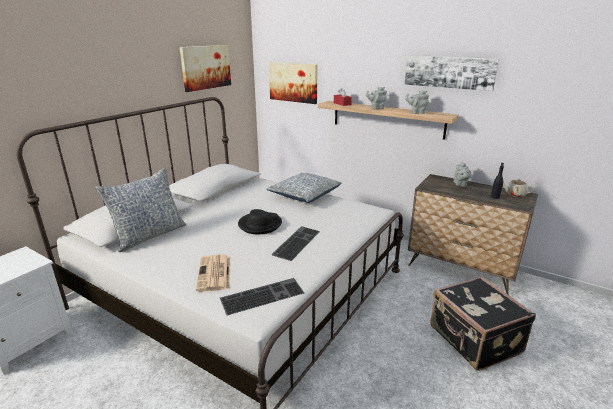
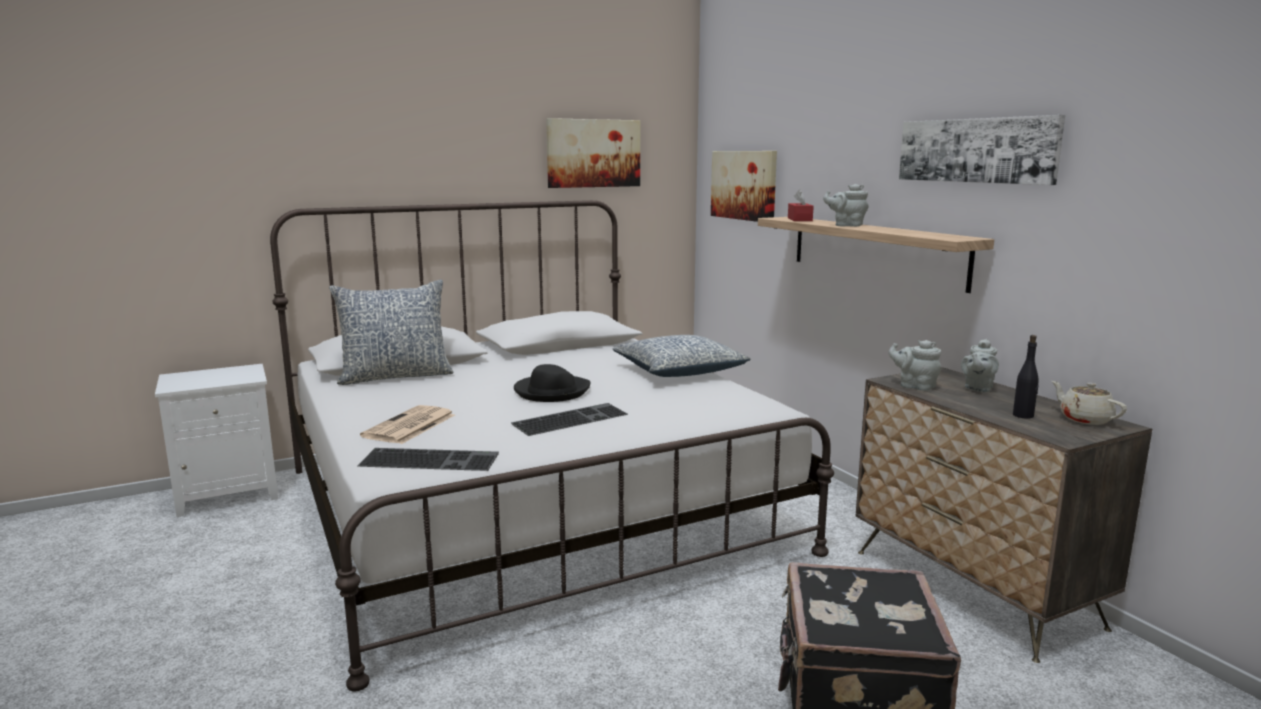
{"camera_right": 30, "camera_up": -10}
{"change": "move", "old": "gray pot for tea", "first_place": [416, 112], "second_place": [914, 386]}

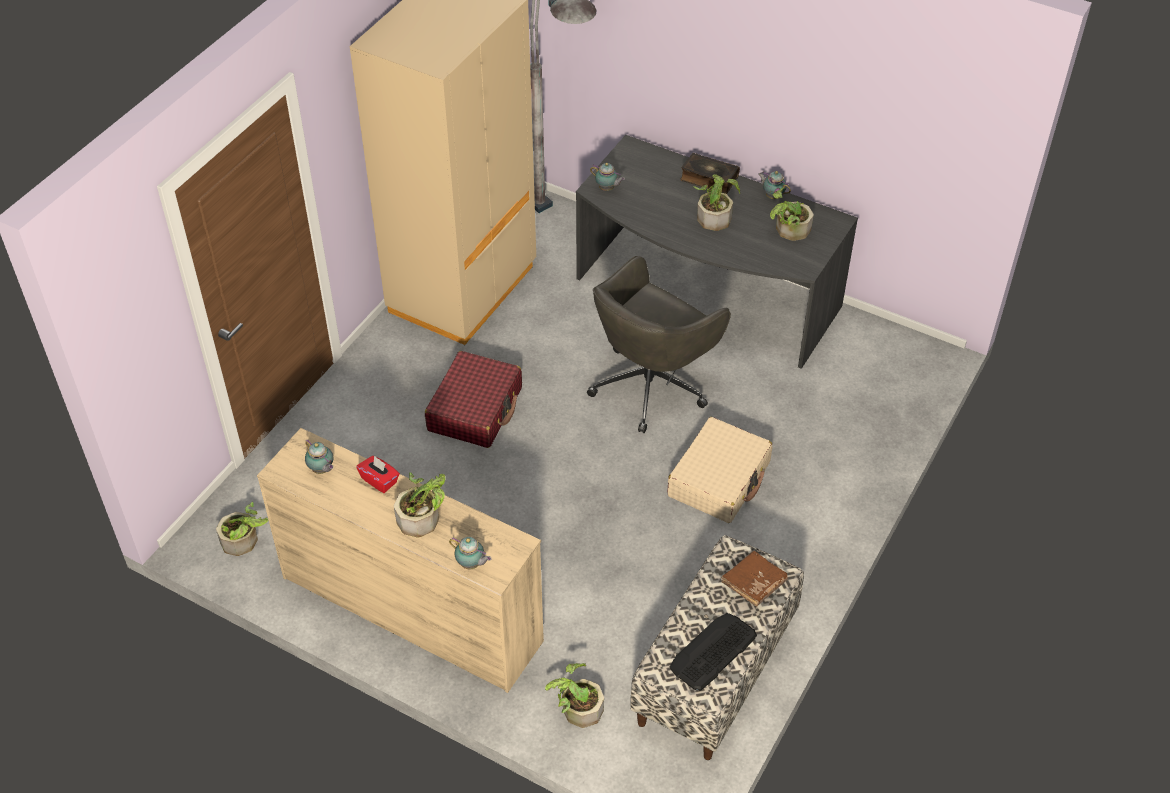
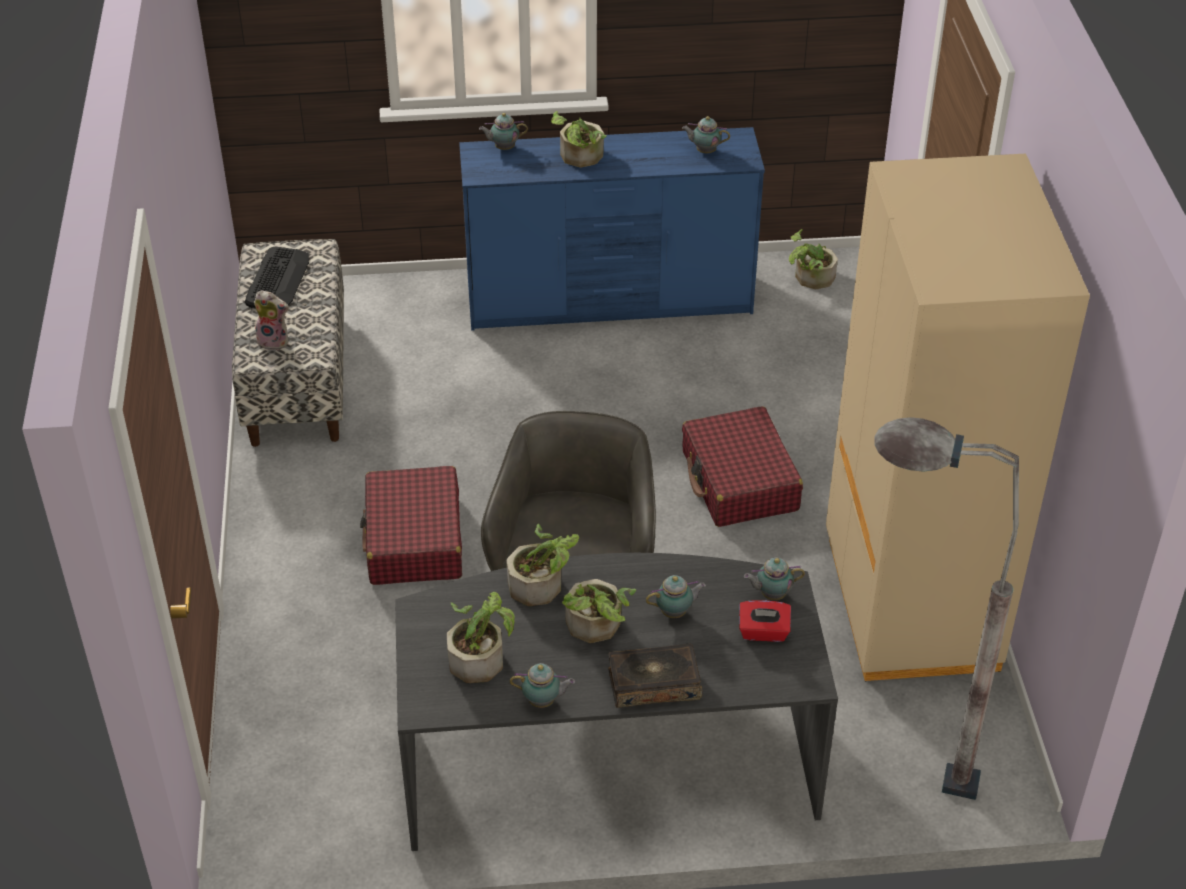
{"camera_right": 145, "camera_up": -5}
{"change": "insert", "new": "pot for tea", "second_place": [675, 612]}
{"change": "move", "old": "red-coloured box of tissues", "first_place": [379, 480], "second_place": [763, 632]}
{"change": "move", "old": "plant in a pot", "first_place": [577, 708], "second_place": [542, 584]}
{"change": "replace", "old": "brown bound book", "new": "soft toy", "first_place": [753, 584], "second_place": [275, 341]}
{"change": "recolor", "old": "sand-coloured chest of drawers", "new": "blue chest of drawers", "first_place": [411, 608], "second_place": [610, 301]}
{"change": "recolor", "old": "sand-coloured suitcase", "new": "red-coloured suitcase", "first_place": [719, 479], "second_place": [414, 540]}

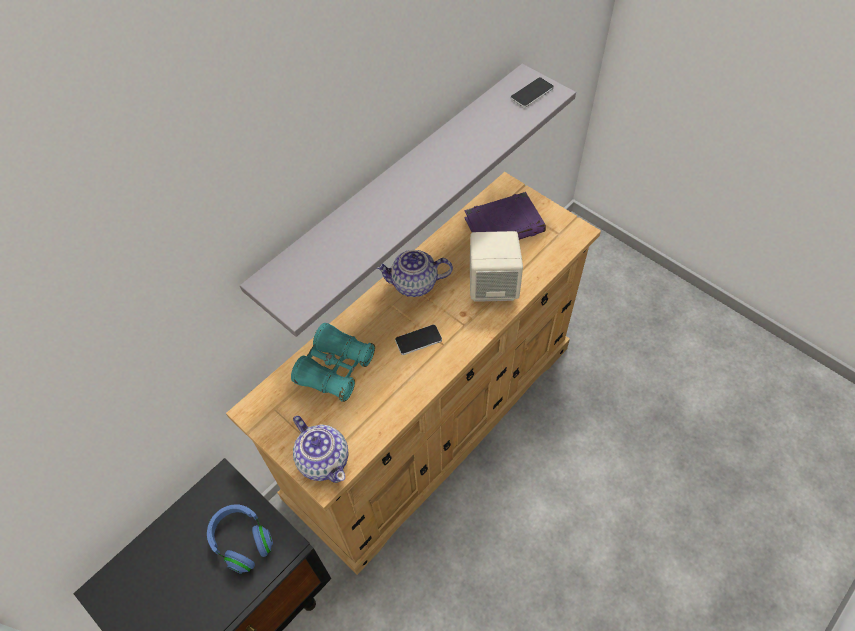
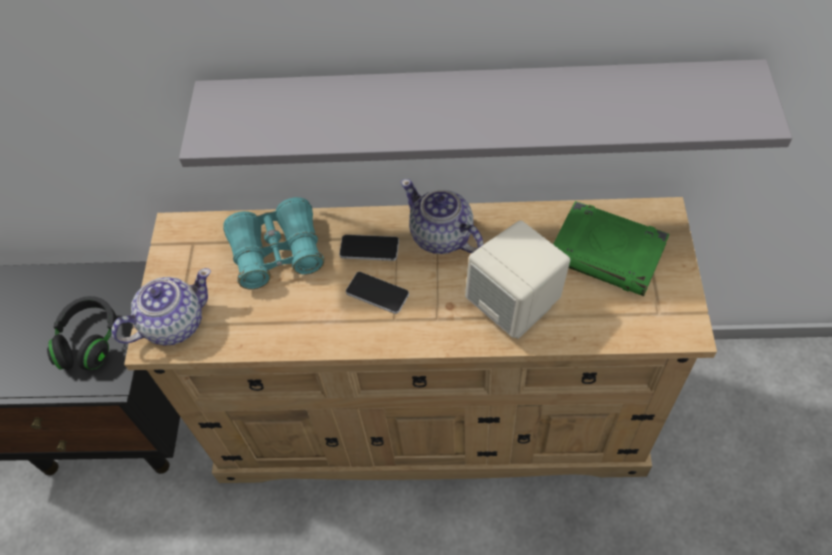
{"camera_right": 50, "camera_up": 0}
{"change": "move", "old": "phone", "first_place": [532, 93], "second_place": [369, 248]}
{"change": "recolor", "old": "blue headphones", "new": "black-coloured headphones", "first_place": [242, 541], "second_place": [90, 341]}
{"change": "recolor", "old": "purplish bound book", "new": "green-coloured bound book", "first_place": [504, 225], "second_place": [608, 253]}
{"change": "rotate", "old": "pot for tea", "first_place": [324, 459], "second_place": [173, 323], "degrees": -135}

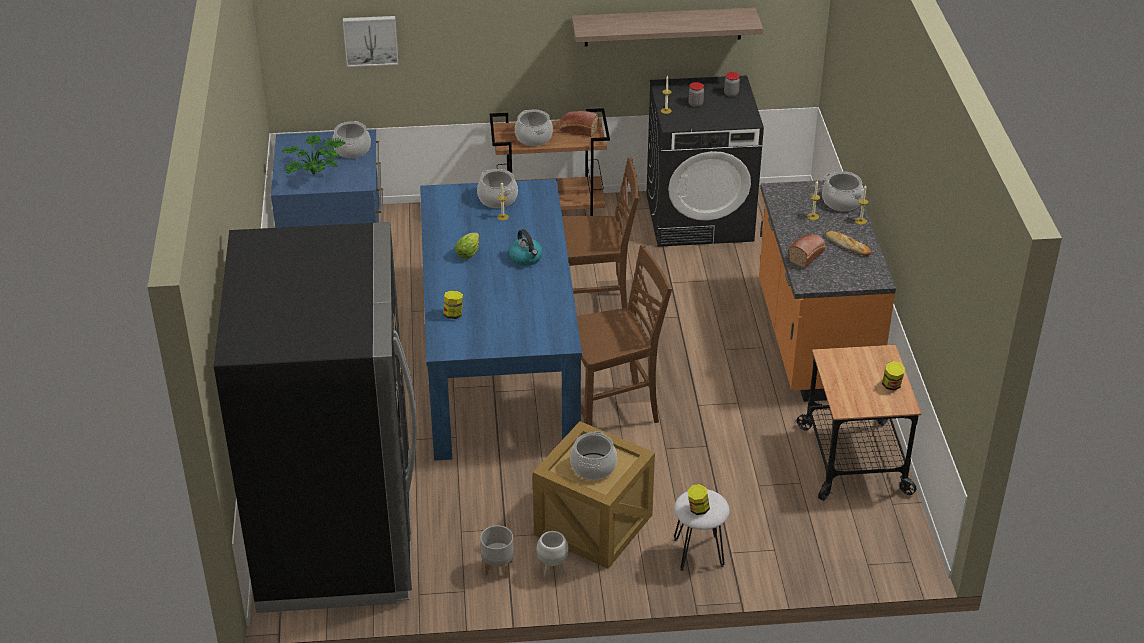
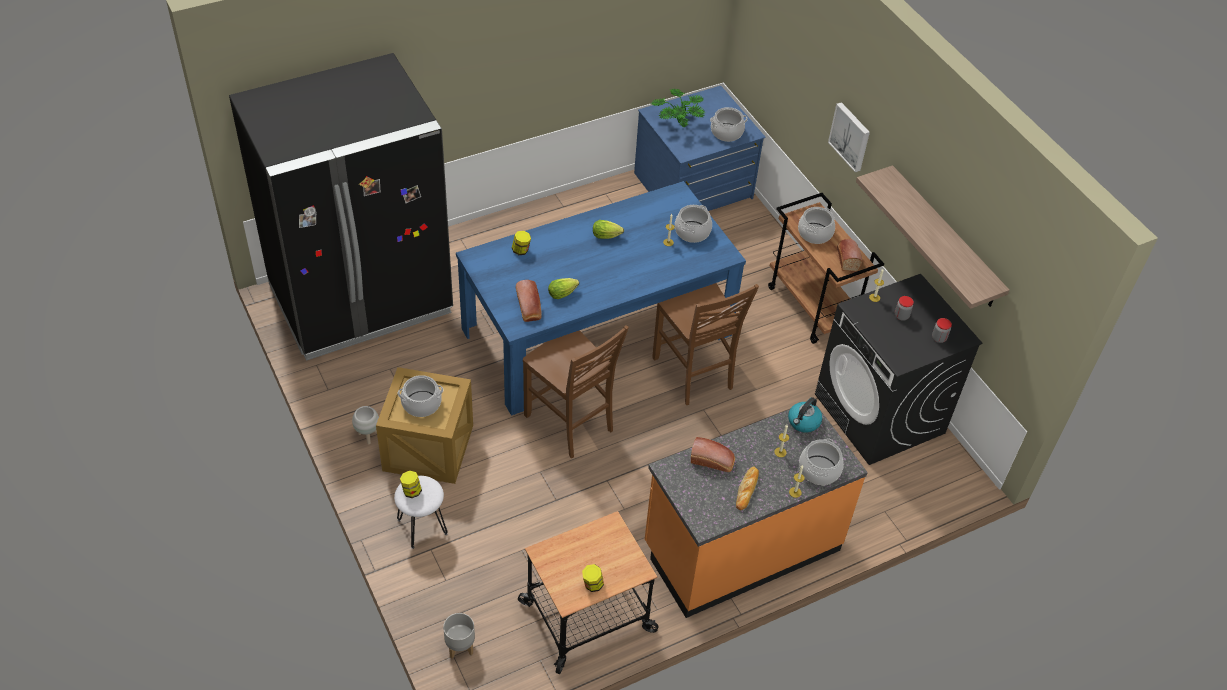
{"camera_right": 65, "camera_up": 10}
{"change": "insert", "new": "baked bread", "second_place": [529, 308]}
{"change": "insert", "new": "lettuce head", "second_place": [563, 293]}
{"change": "move", "old": "picture", "first_place": [370, 39], "second_place": [851, 136]}
{"change": "move", "old": "gray flower pot", "first_place": [498, 568], "second_place": [460, 647]}
{"change": "move", "old": "water kettle", "first_place": [526, 258], "second_place": [803, 422]}

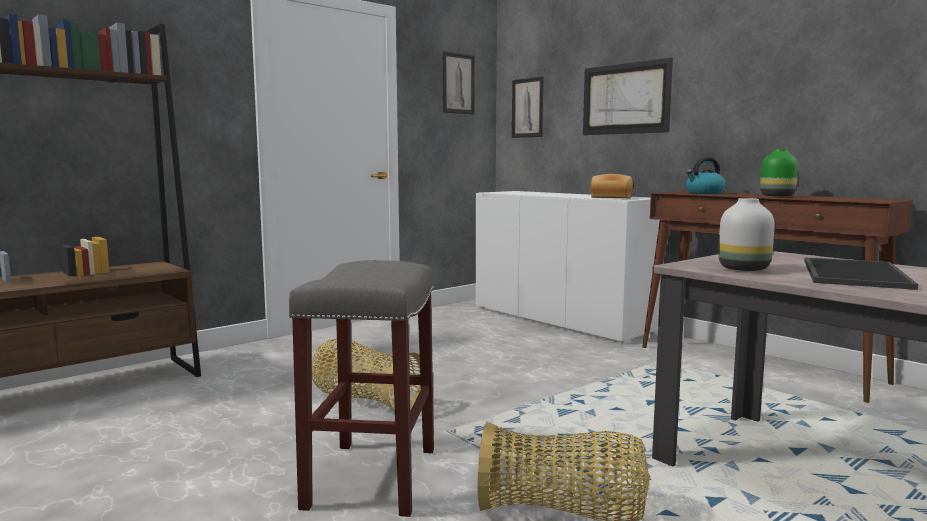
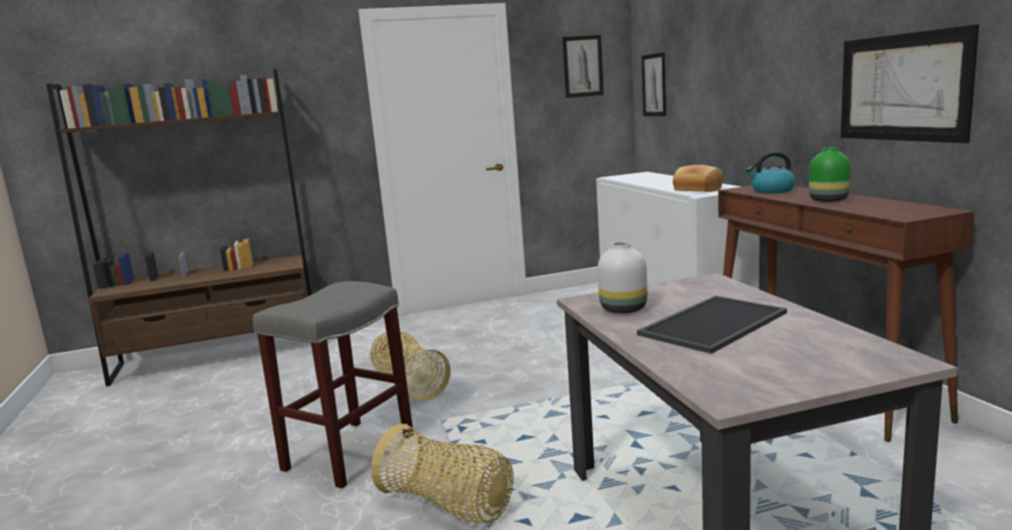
{"camera_right": 25, "camera_up": 5}
{"change": "move", "old": "picture", "first_place": [625, 99], "second_place": [902, 87]}

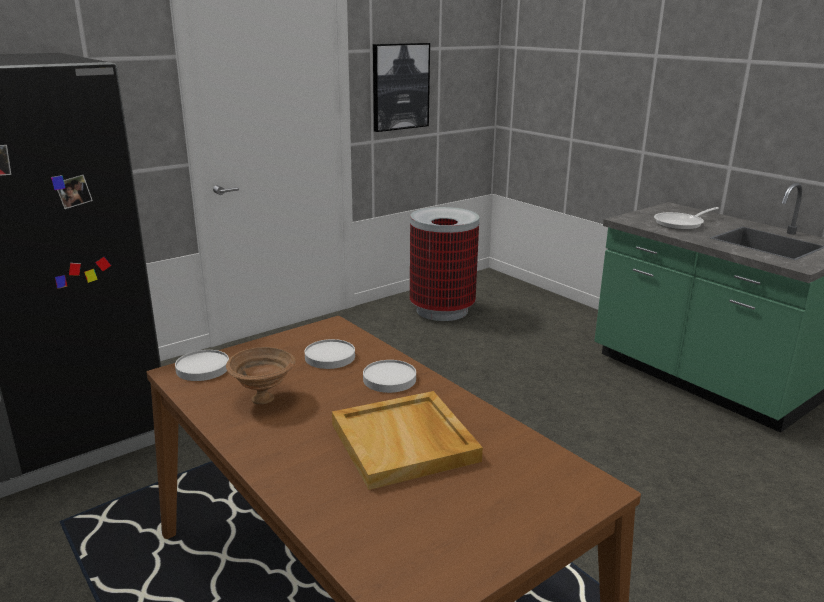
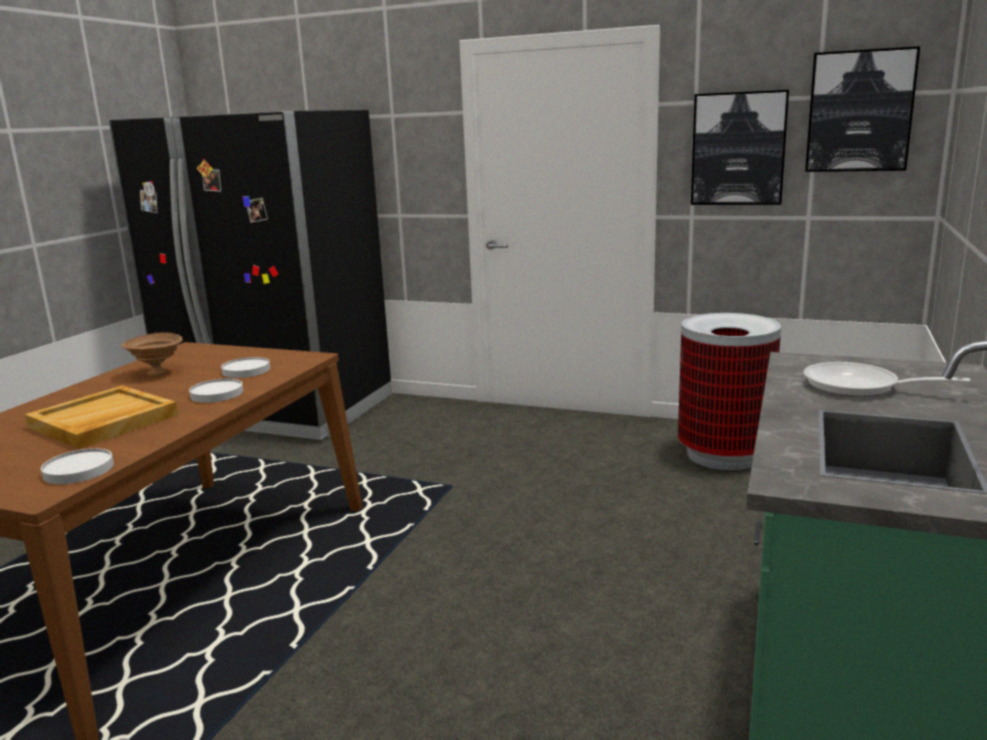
{"camera_right": 60, "camera_up": -5}
{"change": "insert", "new": "picture", "second_place": [859, 111]}
{"change": "move", "old": "white dinner plate", "first_place": [202, 368], "second_place": [79, 470]}

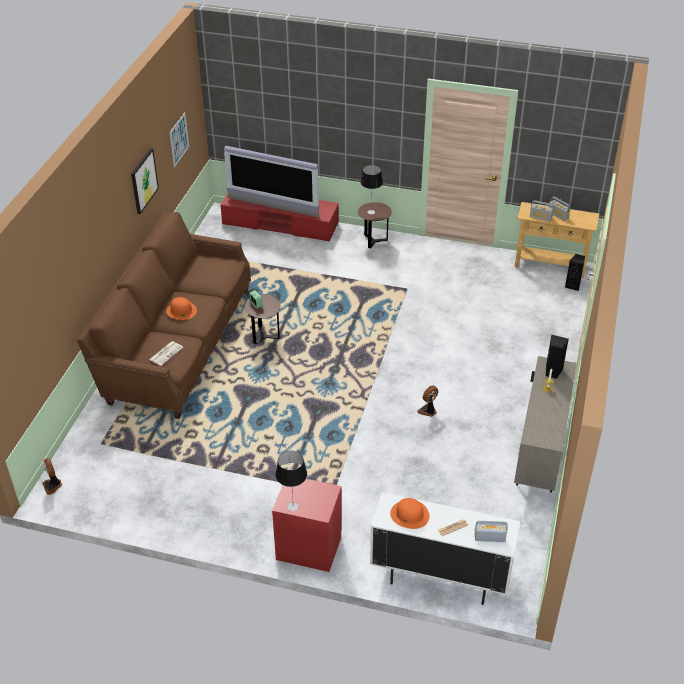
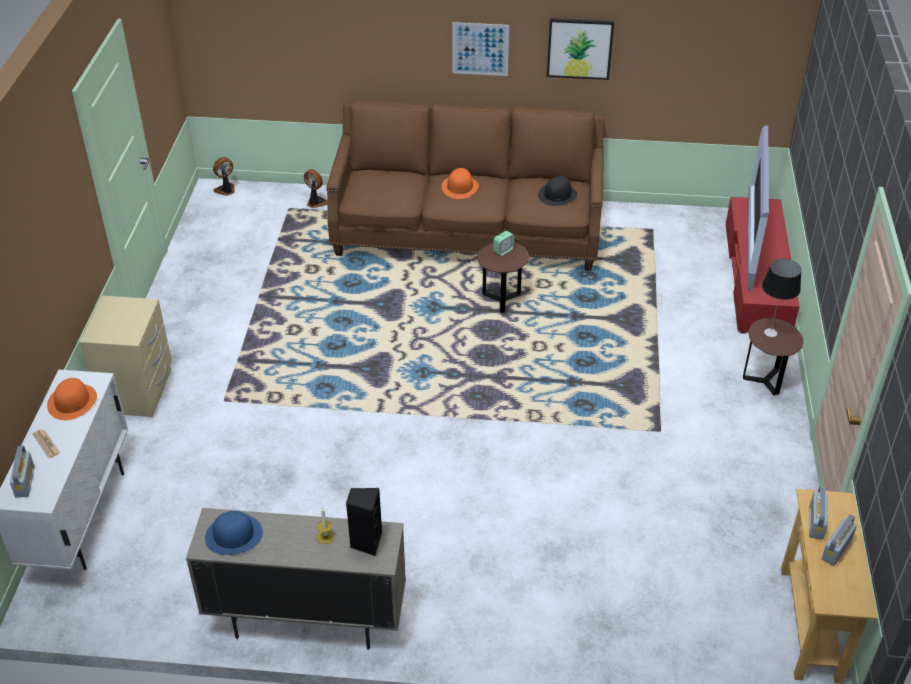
{"camera_right": 80, "camera_up": 0}
{"change": "delete", "old": "newspaper", "first_place": [166, 353]}
{"change": "delete", "old": "tabletop lamp", "first_place": [292, 506]}
{"change": "delete", "old": "black-coloured audio speaker", "first_place": [573, 285]}
{"change": "insert", "new": "blue hat", "second_place": [234, 535]}
{"change": "insert", "new": "black-coloured hat", "second_place": [557, 195]}
{"change": "move", "old": "picture", "first_place": [179, 139], "second_place": [480, 49]}
{"change": "move", "old": "electric fan", "first_place": [428, 411], "second_place": [316, 202]}
{"change": "recolor", "old": "red-coloured night table", "new": "sand-coloured night table", "first_place": [309, 547], "second_place": [137, 391]}

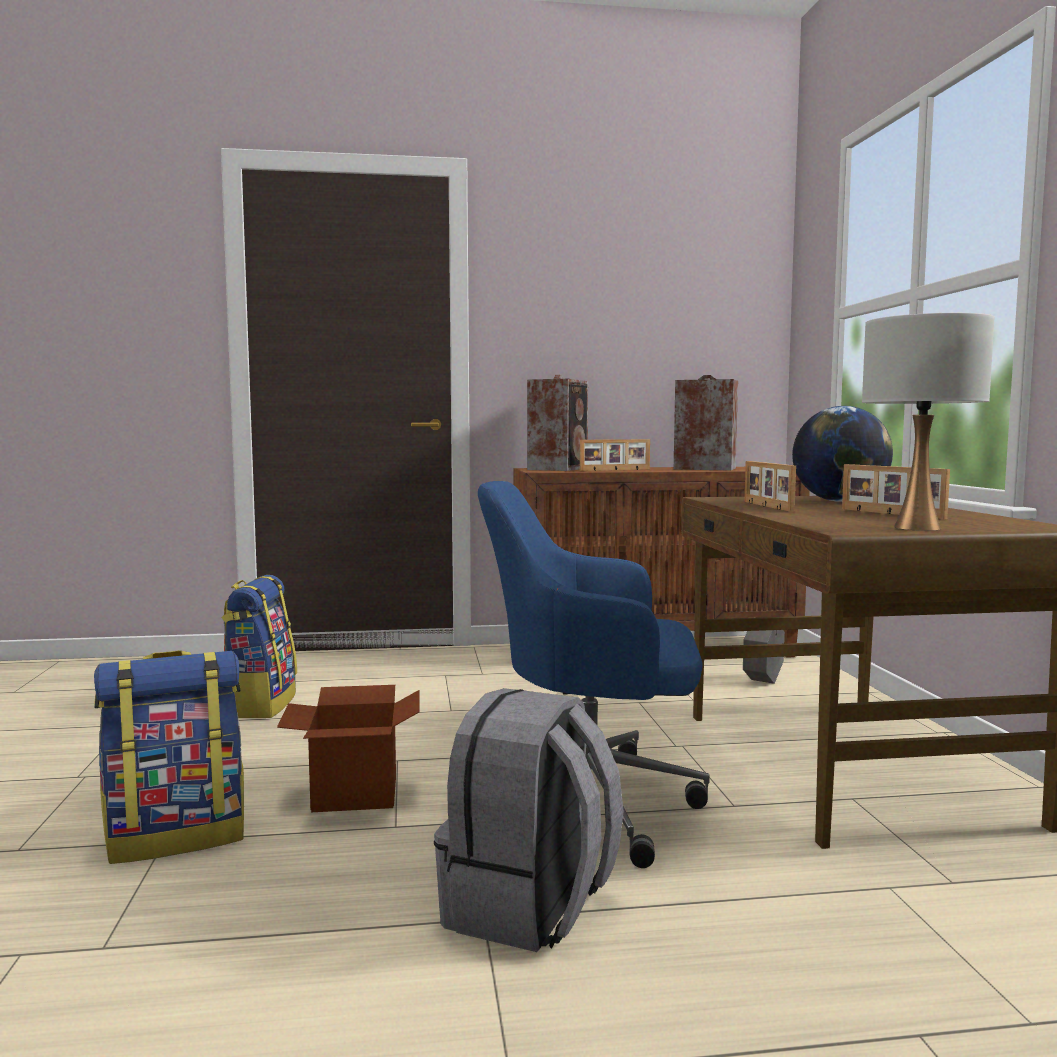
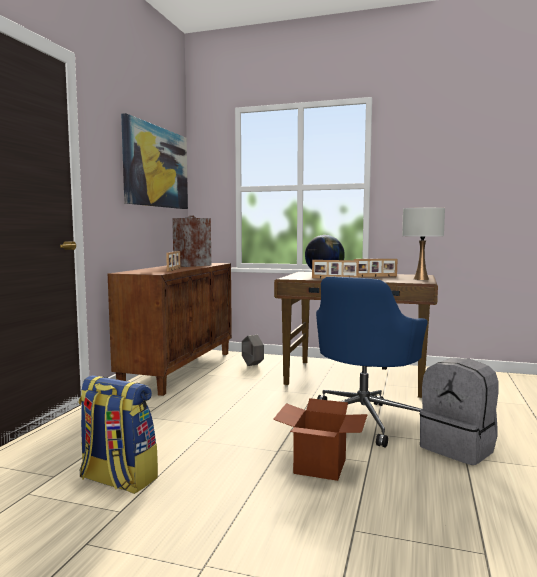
{"camera_right": -65, "camera_up": 0}
{"change": "delete", "old": "rucksack", "first_place": [177, 836]}
{"change": "delete", "old": "audio speaker", "first_place": [559, 469]}
{"change": "insert", "new": "picture", "second_place": [156, 167]}

